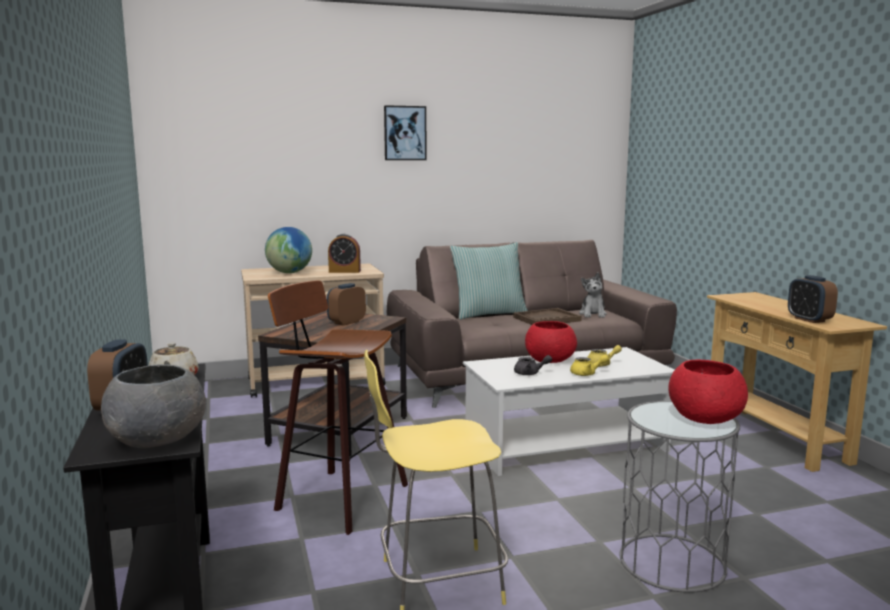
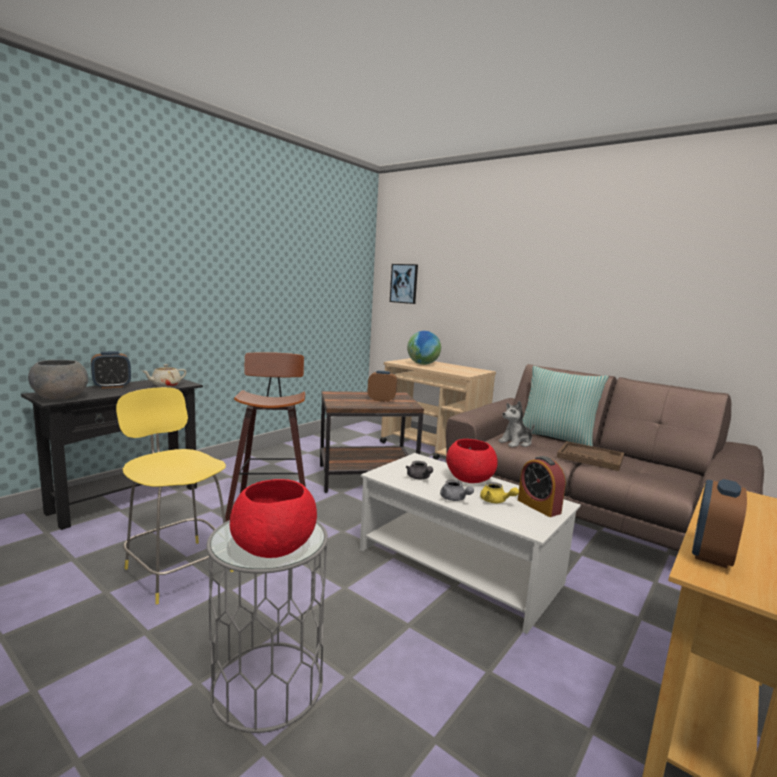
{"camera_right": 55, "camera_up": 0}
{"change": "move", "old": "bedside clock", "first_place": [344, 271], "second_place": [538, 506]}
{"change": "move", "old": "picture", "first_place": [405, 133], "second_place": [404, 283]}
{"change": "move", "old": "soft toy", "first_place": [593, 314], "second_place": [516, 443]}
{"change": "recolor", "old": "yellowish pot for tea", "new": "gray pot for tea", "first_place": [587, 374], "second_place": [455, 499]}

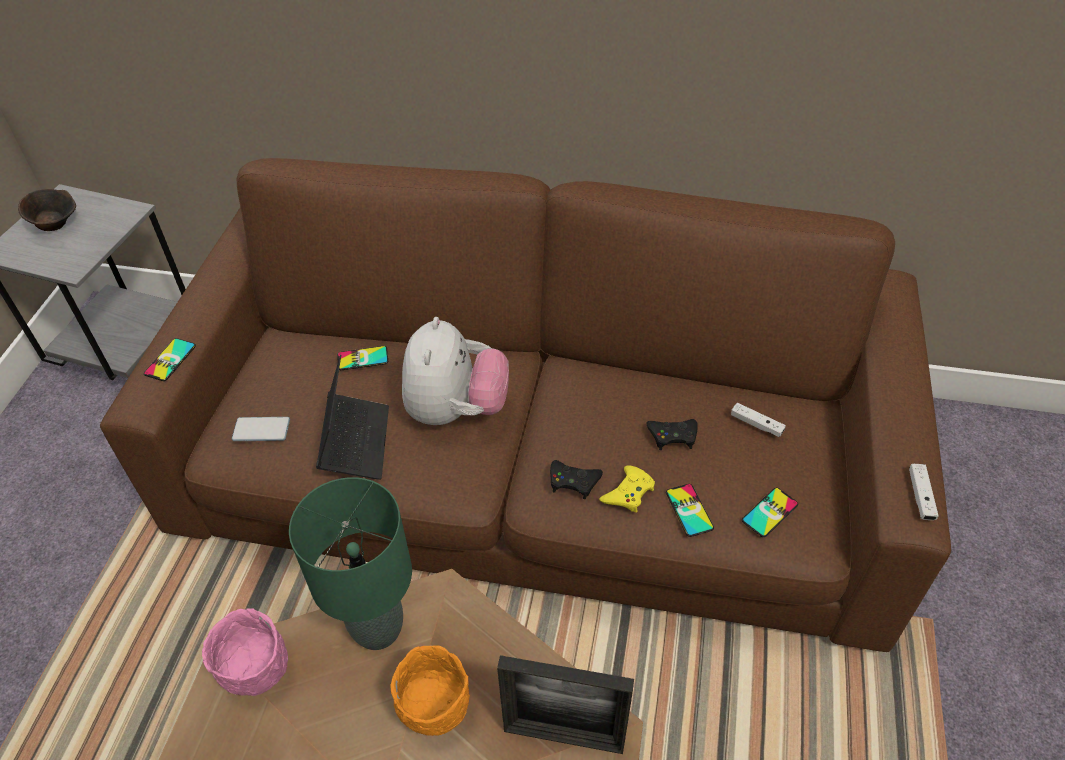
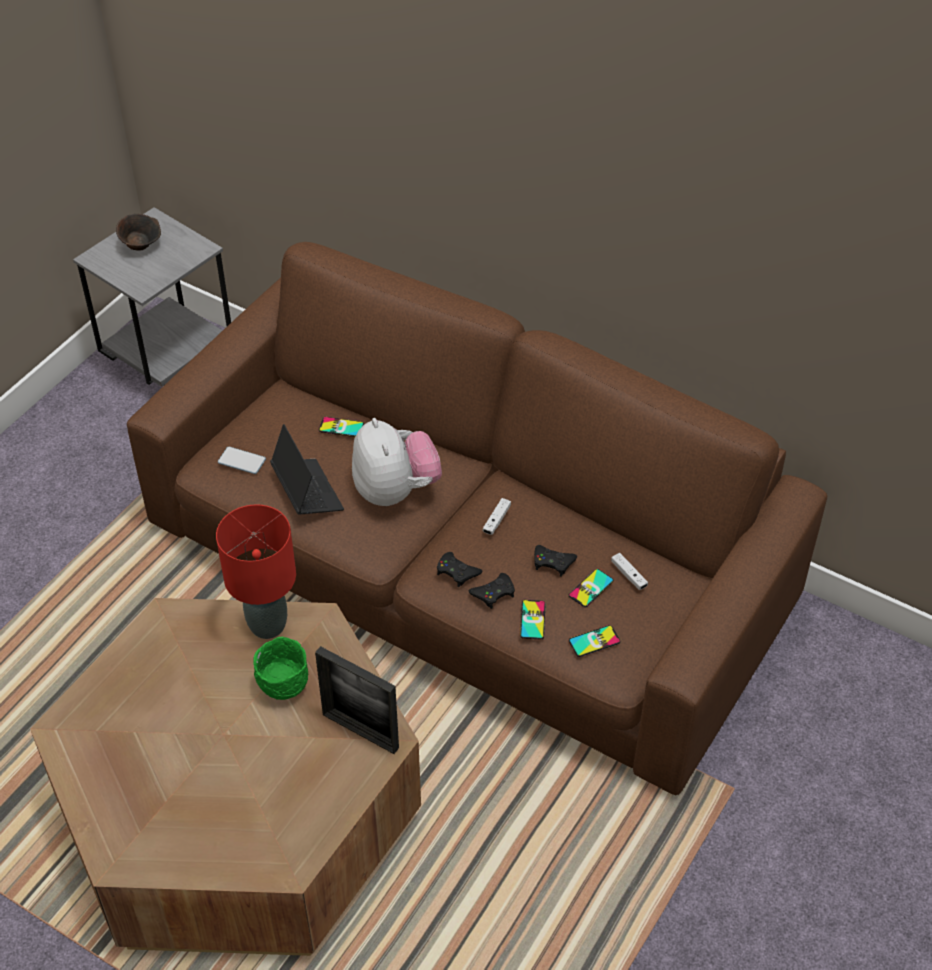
{"camera_right": 20, "camera_up": 0}
{"change": "delete", "old": "pink-coloured bowl", "first_place": [257, 670]}
{"change": "move", "old": "phone", "first_place": [170, 360], "second_place": [591, 588]}
{"change": "move", "old": "white joypad", "first_place": [920, 496], "second_place": [496, 520]}
{"change": "recolor", "old": "green-coloured tabletop lamp", "new": "red-coloured tabletop lamp", "first_place": [378, 630], "second_place": [267, 626]}
{"change": "recolor", "old": "orangey bowl", "new": "green-coloured bowl", "first_place": [434, 710], "second_place": [282, 687]}
{"change": "recolor", "old": "yellowish joypad", "new": "black-coloured joypad", "first_place": [628, 493], "second_place": [493, 593]}
{"change": "rotate", "old": "portable computer", "first_place": [355, 442], "second_place": [307, 492], "degrees": -45}
{"change": "rotate", "old": "soft toy", "first_place": [456, 410], "second_place": [395, 490], "degrees": -45}

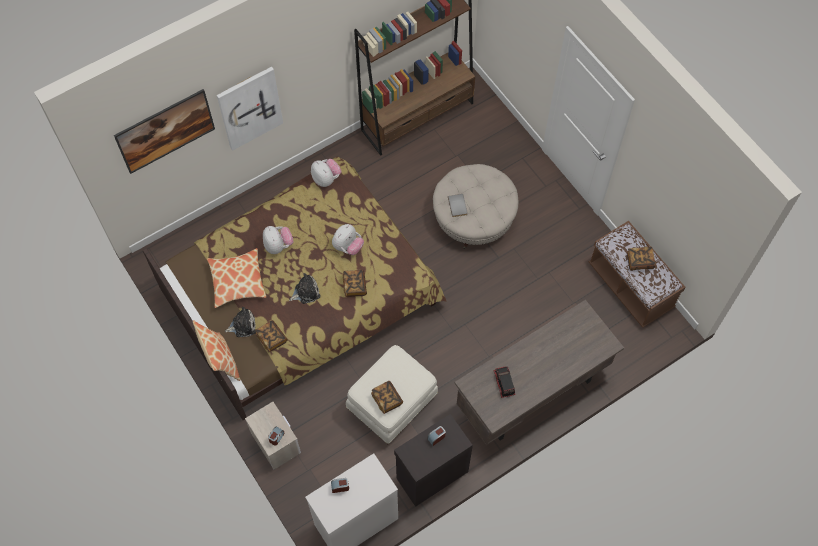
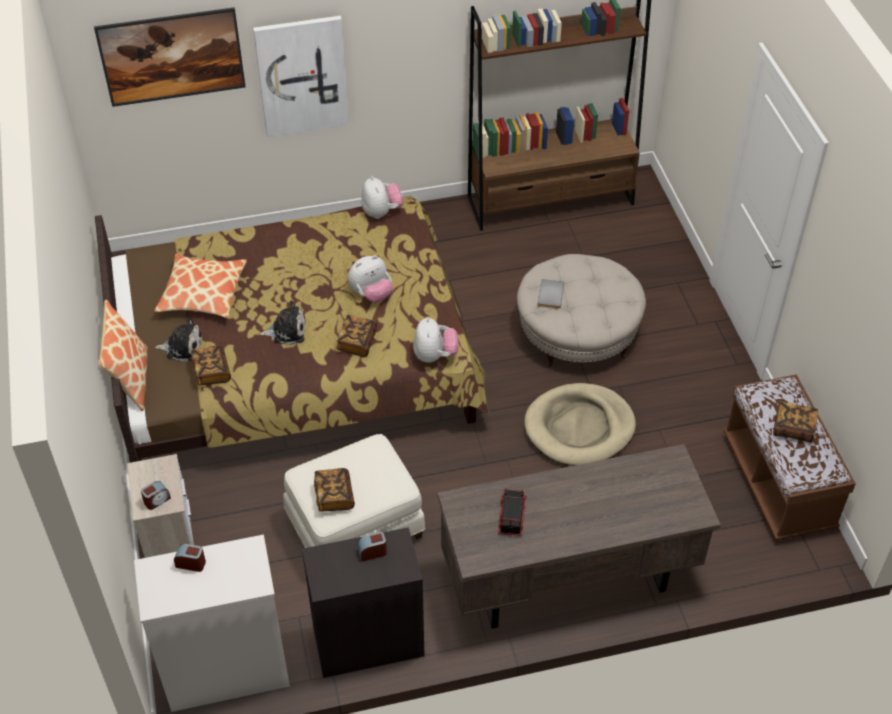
{"camera_right": 20, "camera_up": -15}
{"change": "insert", "new": "sand-coloured pet bed", "second_place": [579, 428]}
{"change": "move", "old": "soft toy", "first_place": [278, 245], "second_place": [435, 355]}

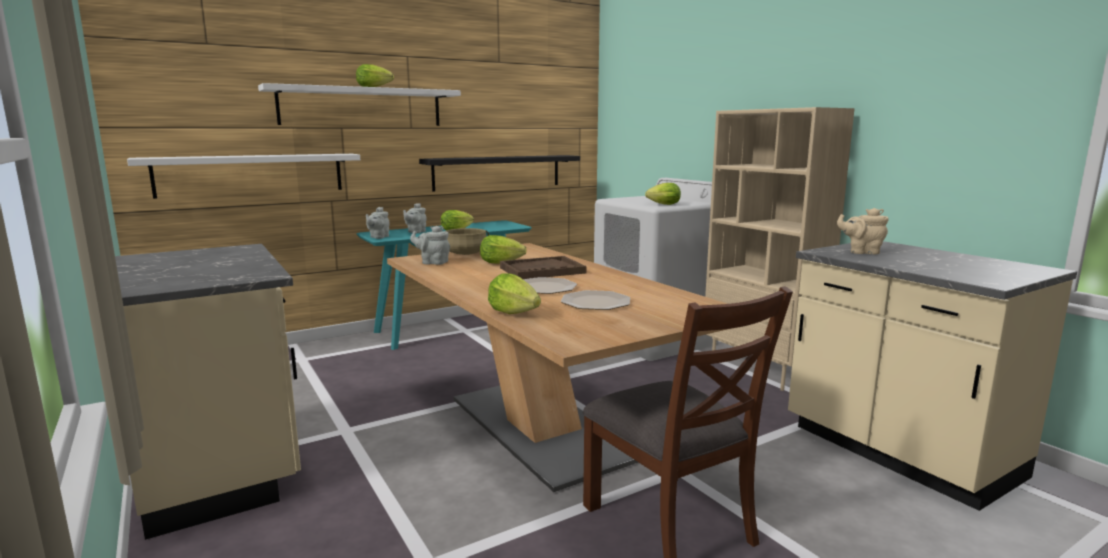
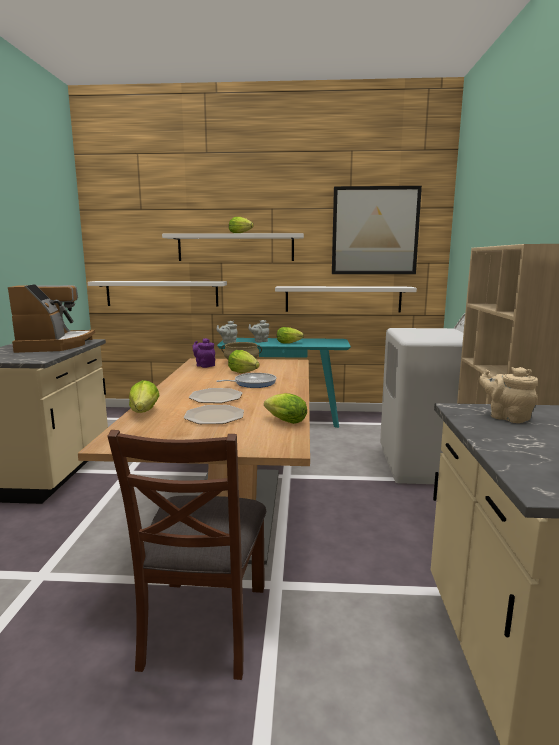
{"camera_right": 35, "camera_up": 0}
{"change": "insert", "new": "coffee maker", "second_place": [55, 345]}
{"change": "insert", "new": "picture", "second_place": [375, 231]}
{"change": "move", "old": "lettuce head", "first_place": [662, 204], "second_place": [283, 421]}
{"change": "replace", "old": "brown tray", "new": "skillet", "first_place": [542, 270], "second_place": [252, 383]}
{"change": "recolor", "old": "gray pot for tea", "new": "purplish pot for tea", "first_place": [433, 262], "second_place": [204, 365]}
{"change": "recolor", "old": "black-coloured shelf", "new": "white shelf", "first_place": [498, 172], "second_place": [343, 299]}

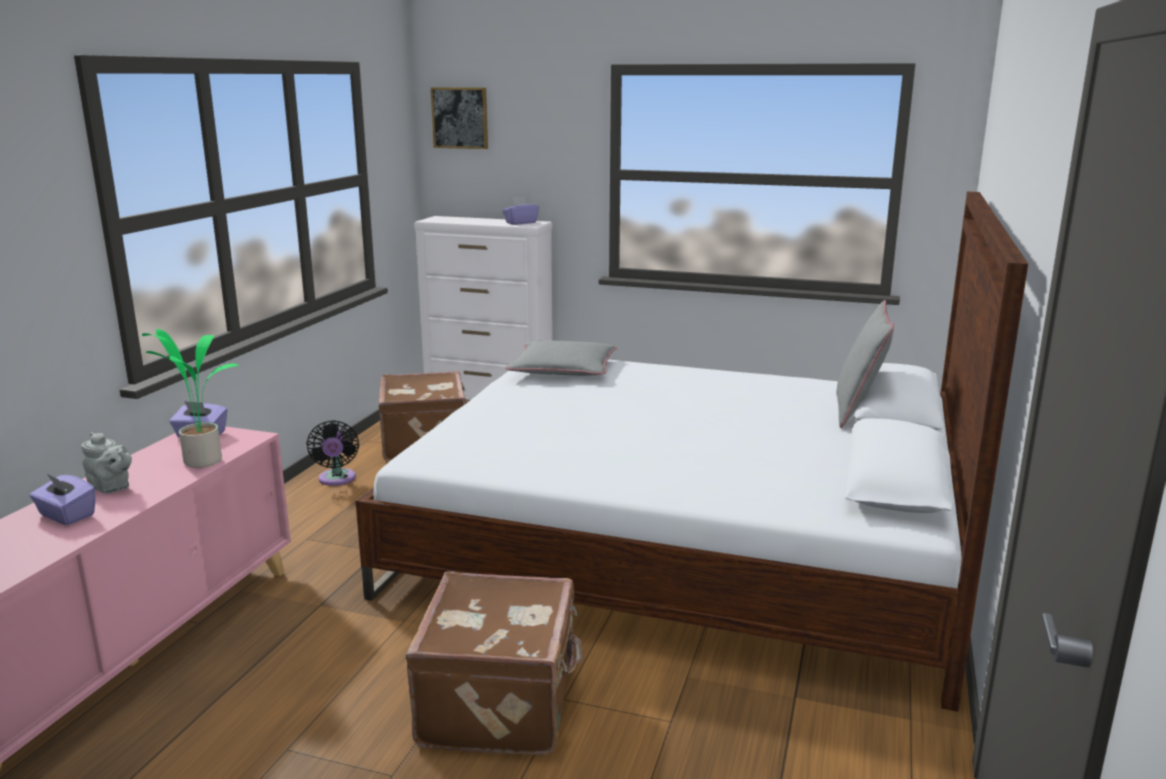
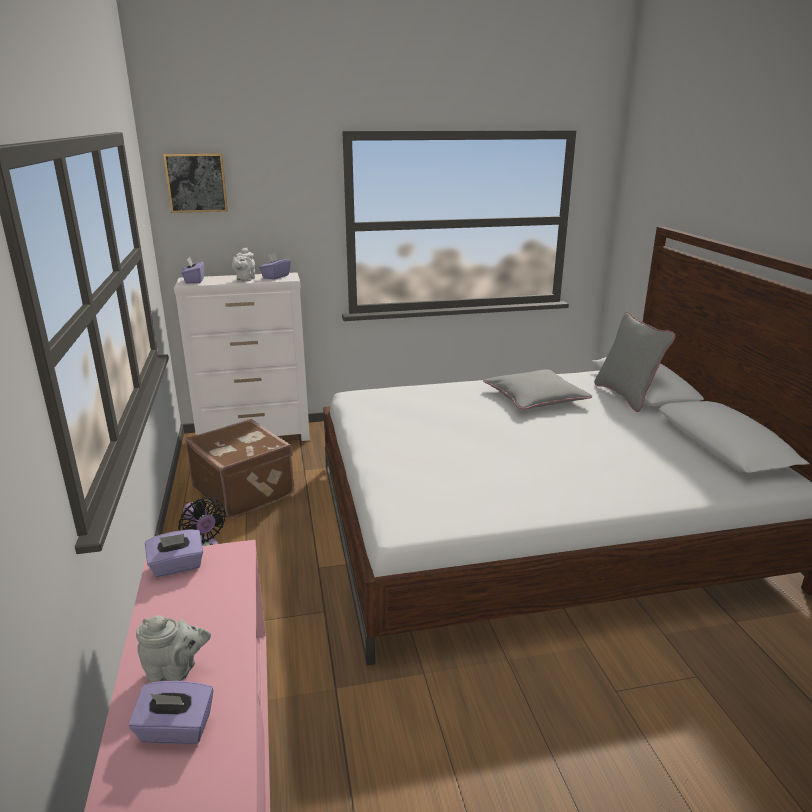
{"camera_right": -30, "camera_up": 5}
{"change": "delete", "old": "plant in a pot", "first_place": [202, 460]}
{"change": "delete", "old": "brown suitcase", "first_place": [502, 703]}
{"change": "insert", "new": "purplish box of tissues", "second_place": [194, 281]}
{"change": "insert", "new": "white pot for tea", "second_place": [245, 279]}
{"change": "move", "old": "gray pillow", "first_place": [563, 369], "second_place": [535, 397]}

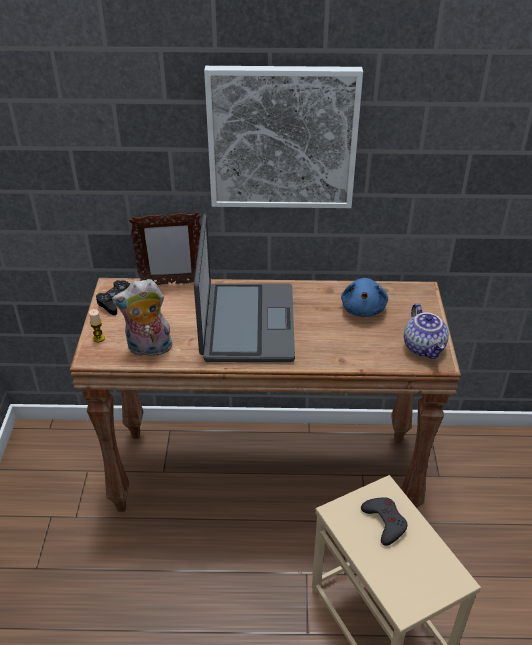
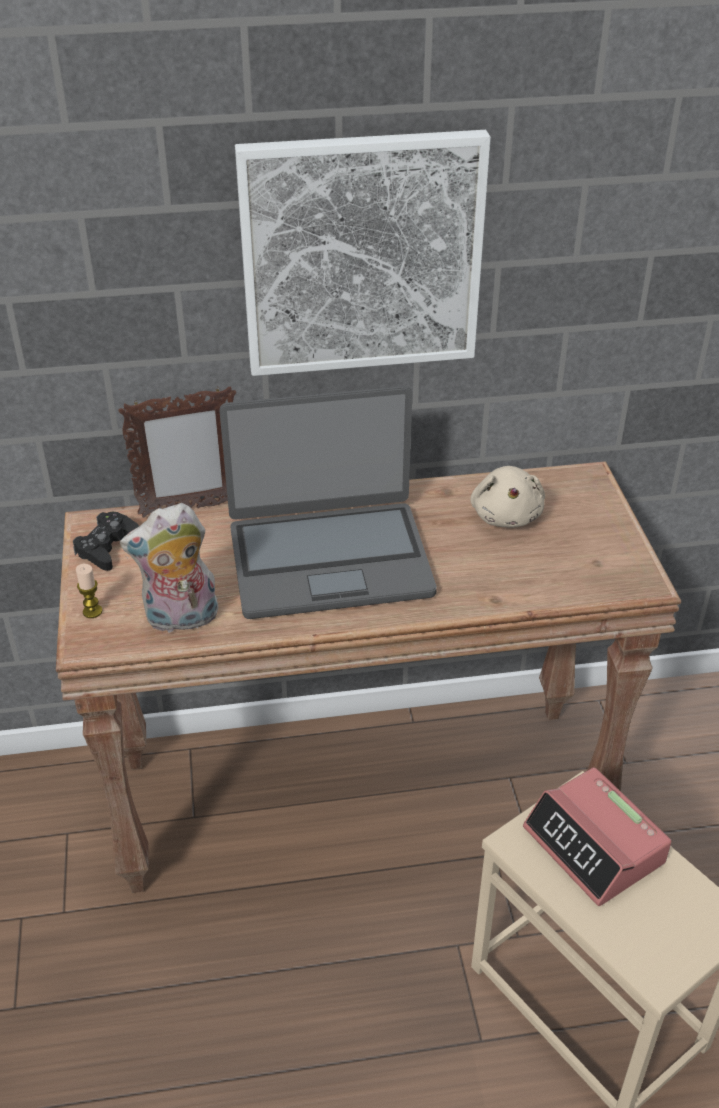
{"camera_right": -10, "camera_up": 0}
{"change": "delete", "old": "pot for tea", "first_place": [425, 348]}
{"change": "replace", "old": "gray joypad", "new": "bedside clock", "first_place": [384, 522], "second_place": [594, 846]}
{"change": "recolor", "old": "blue soft toy", "new": "sand-coloured soft toy", "first_place": [363, 308], "second_place": [506, 515]}
{"change": "rotate", "old": "portable computer", "first_place": [246, 324], "second_place": [329, 559], "degrees": 90}

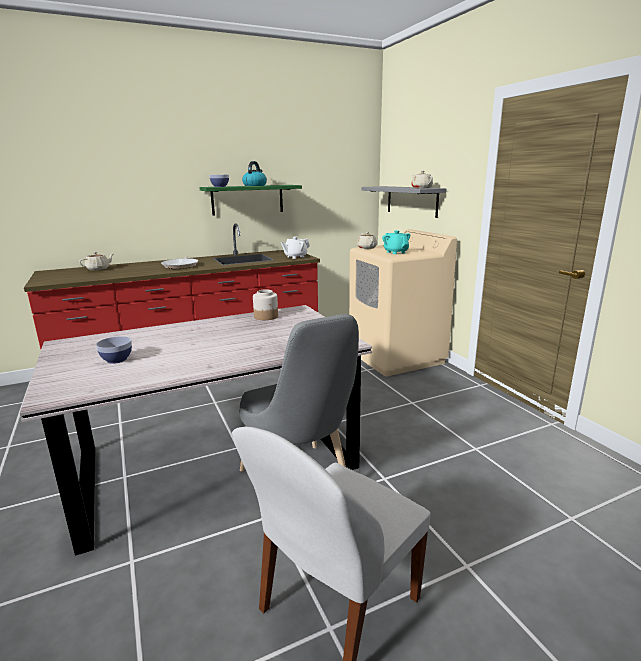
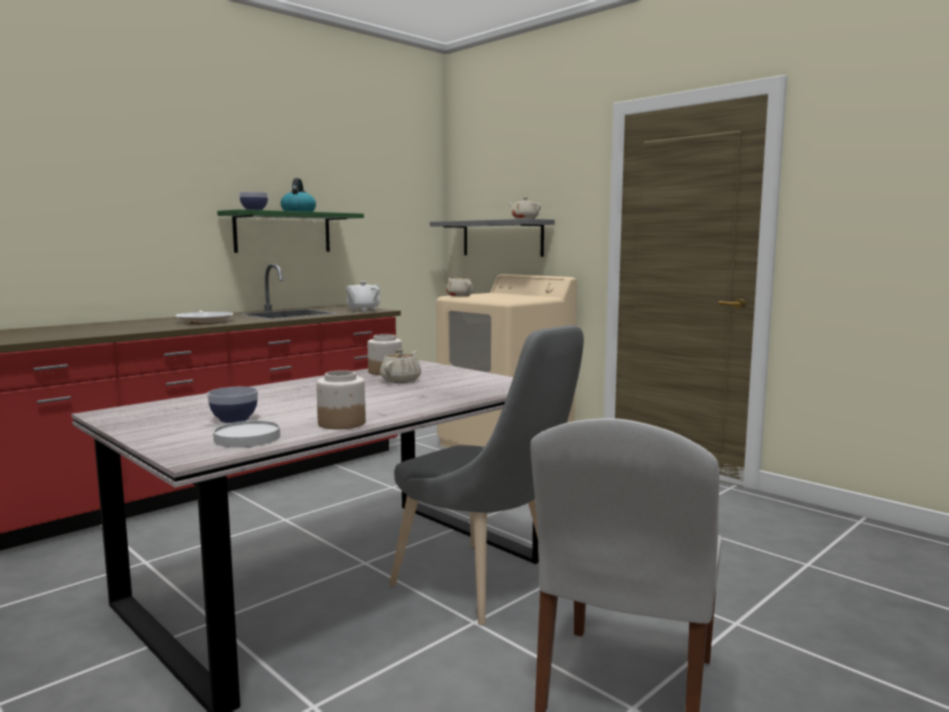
{"camera_right": -20, "camera_up": -10}
{"change": "delete", "old": "blue-green pot for tea", "first_place": [395, 252]}
{"change": "insert", "new": "white dinner plate", "second_place": [247, 438]}
{"change": "insert", "new": "storage jar", "second_place": [341, 423]}
{"change": "move", "old": "sand-coloured pot for tea", "first_place": [98, 269], "second_place": [401, 380]}

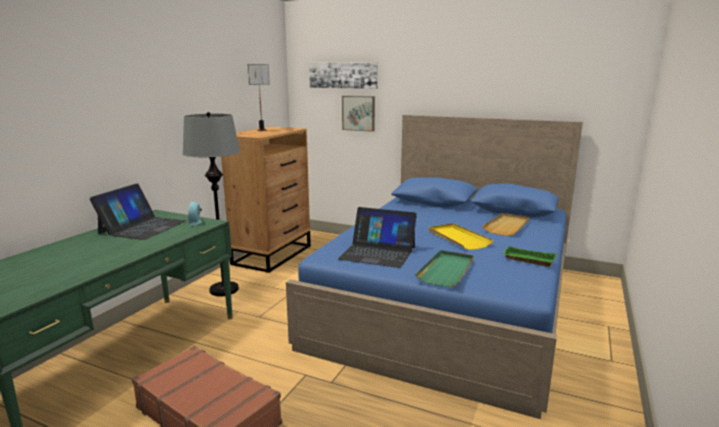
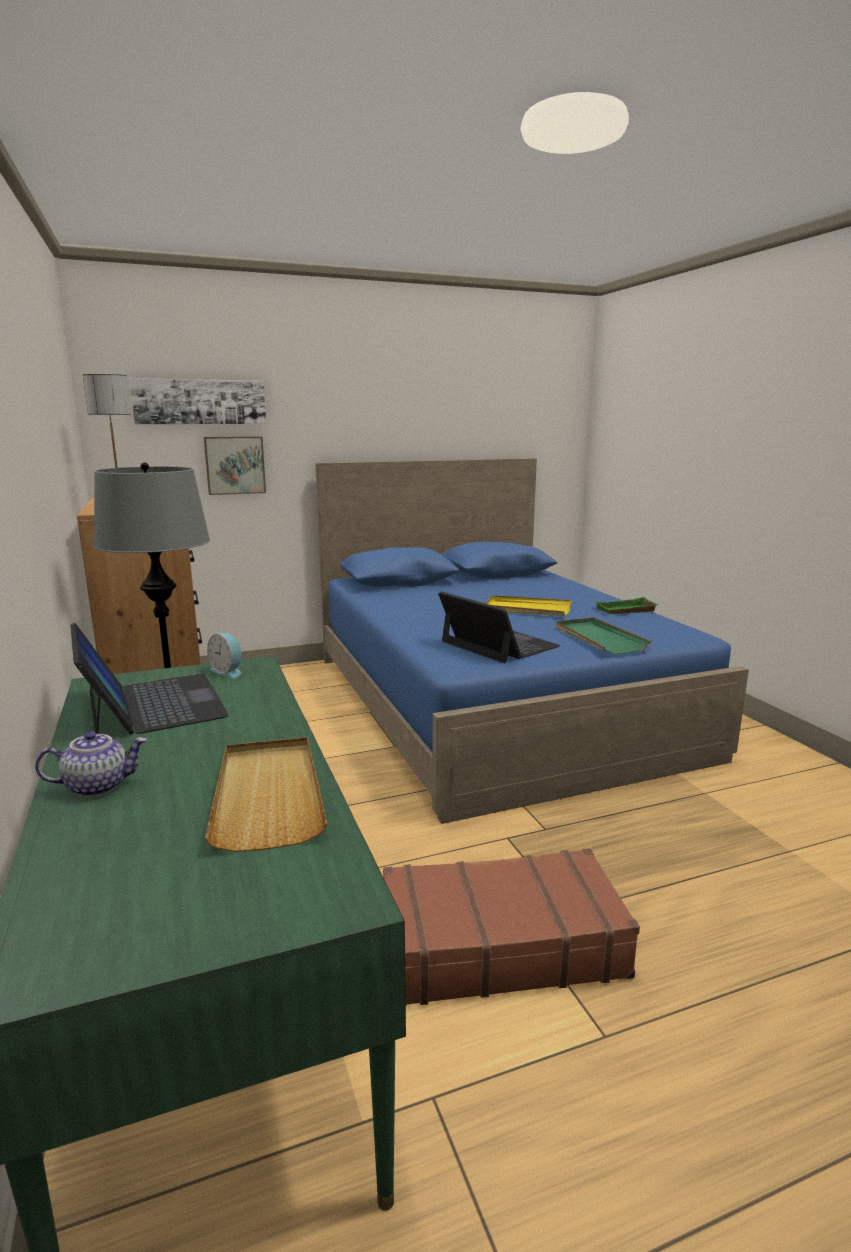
{"camera_right": -45, "camera_up": 0}
{"change": "insert", "new": "pot for tea", "second_place": [98, 786]}
{"change": "move", "old": "sand-coloured tray", "first_place": [507, 226], "second_place": [268, 795]}
{"change": "rotate", "old": "portable computer", "first_place": [377, 253], "second_place": [498, 644], "degrees": -105}

